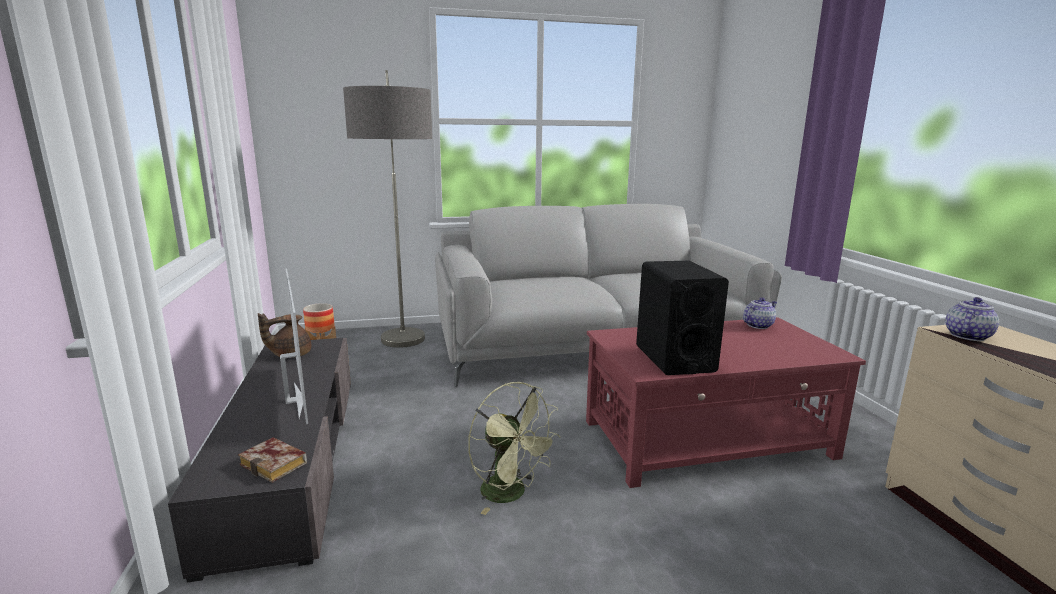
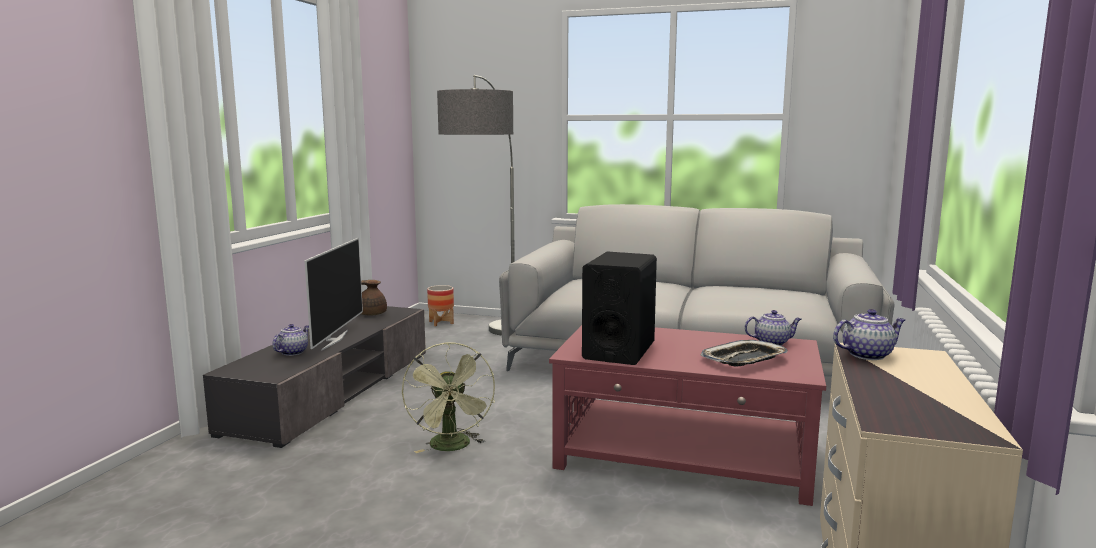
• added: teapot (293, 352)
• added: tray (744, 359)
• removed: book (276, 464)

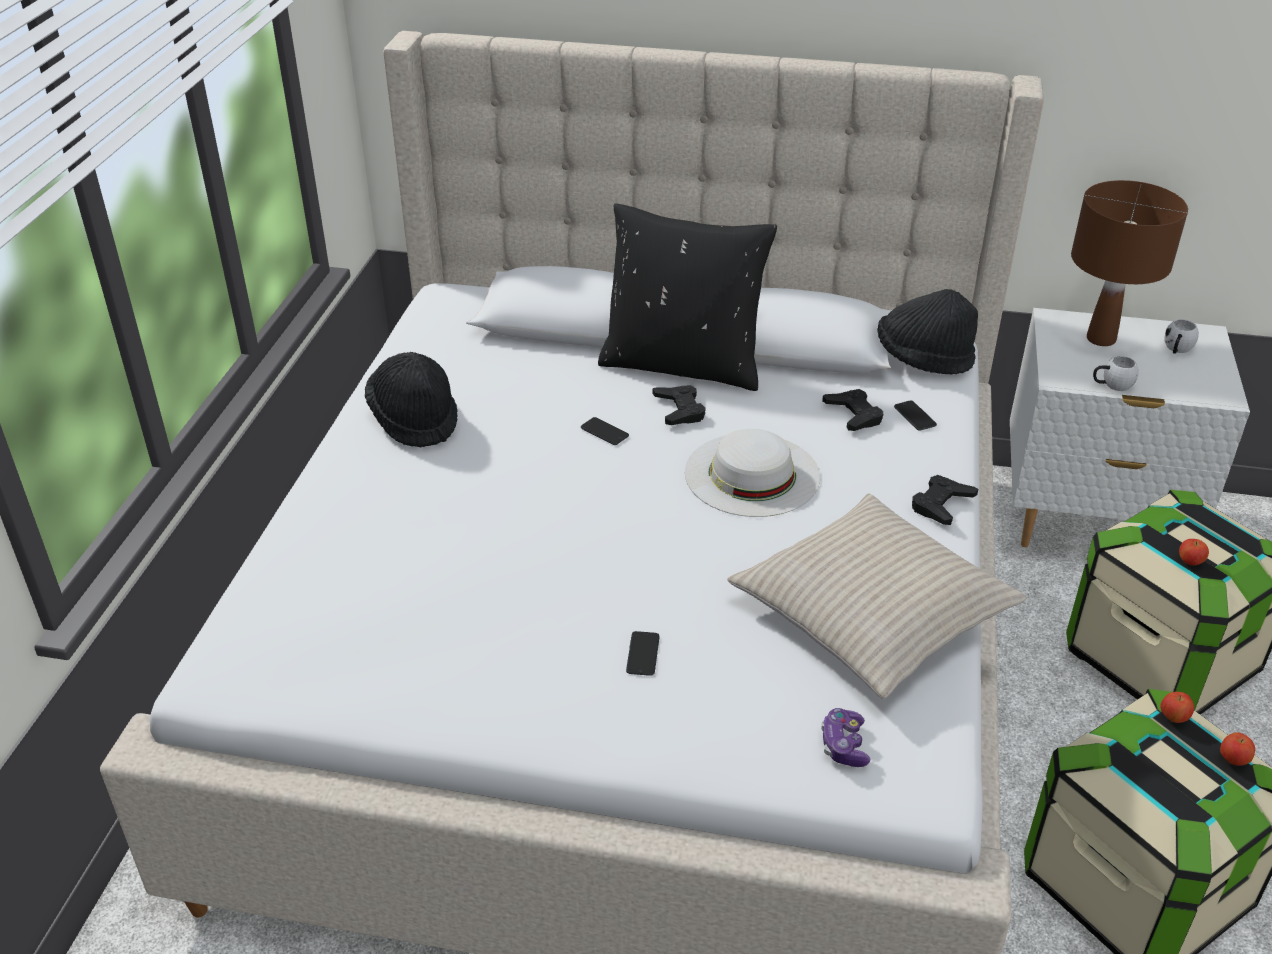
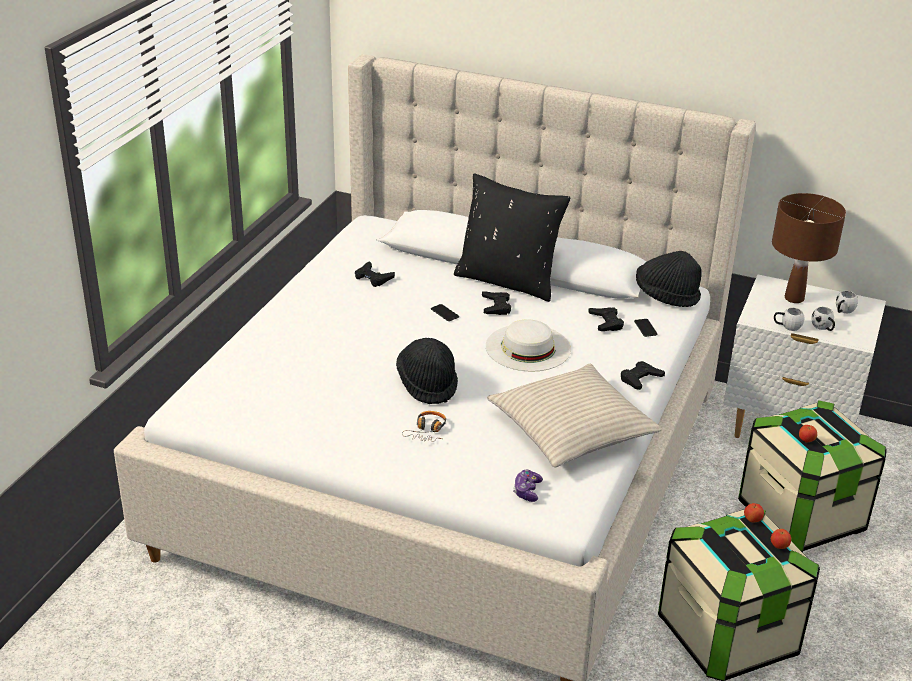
• added: game controller (black) (373, 278)
• moved: hat (black) (415, 419) to (427, 384)
• replaced: phone (643, 654) to headphones (427, 431)
• added: mug (white) (823, 328)

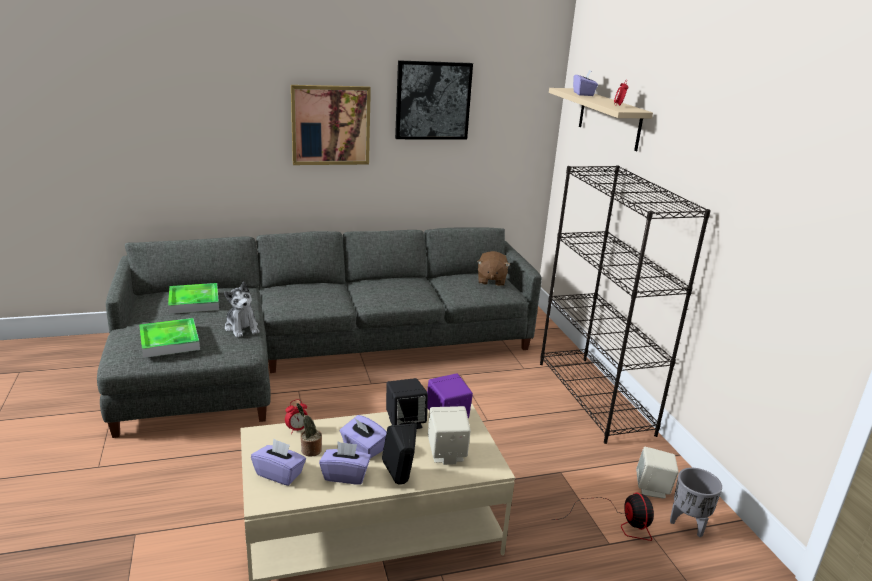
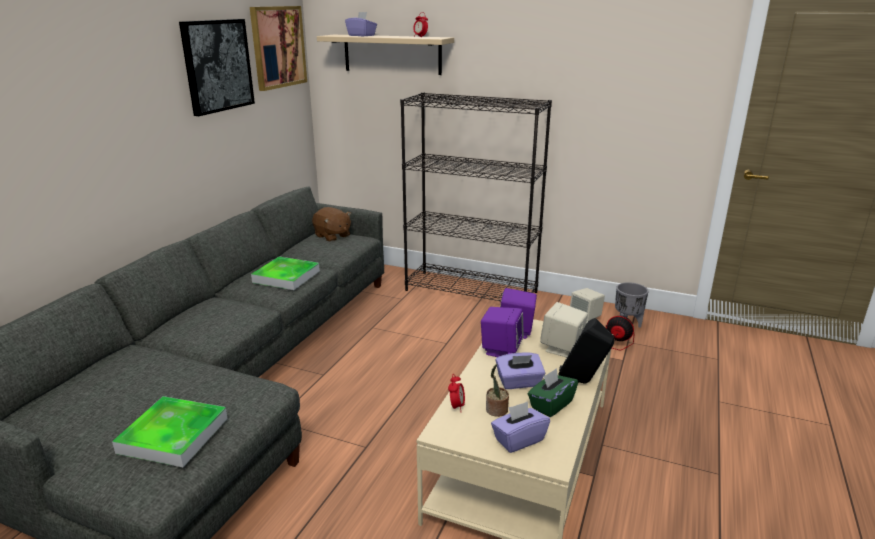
• moved: picture (330, 125) to (278, 47)
• moved: tray (194, 302) to (286, 277)
• recoloured: speaker (black) (405, 422) to speaker (purple) (501, 350)
• recoloured: tissue box (purple) (345, 475) to tissue box (green) (551, 404)
• removed: plush toy (242, 328)

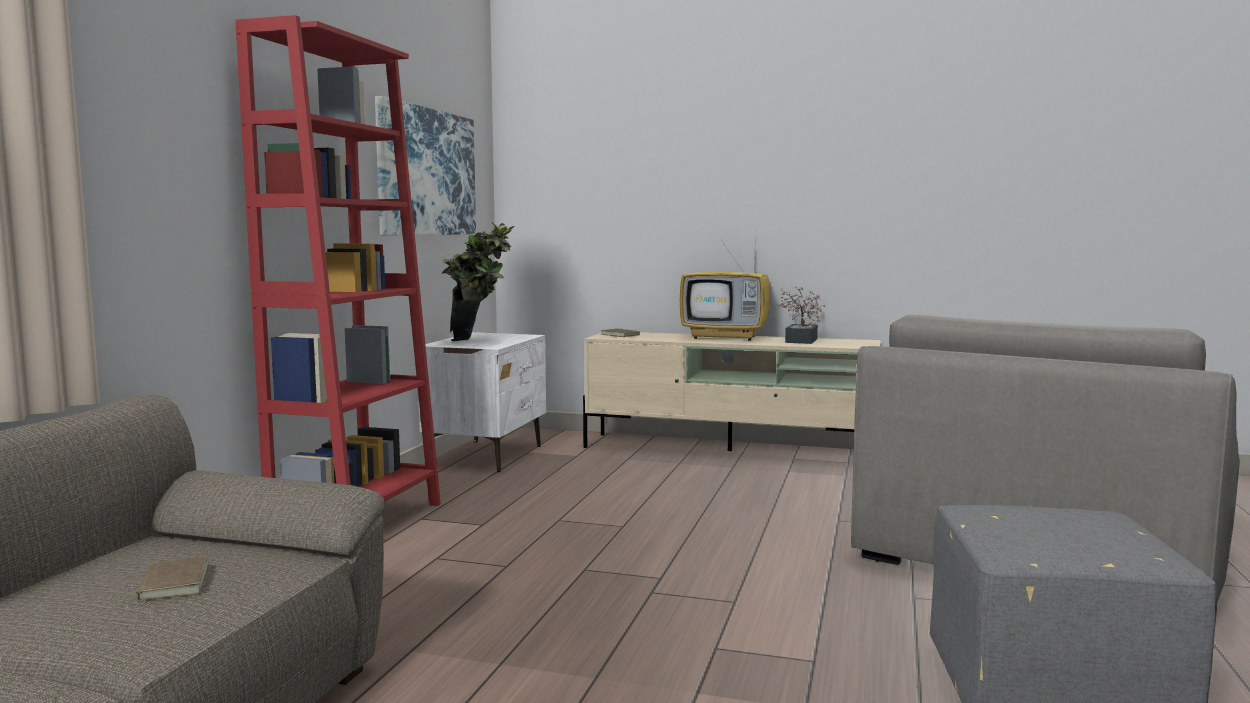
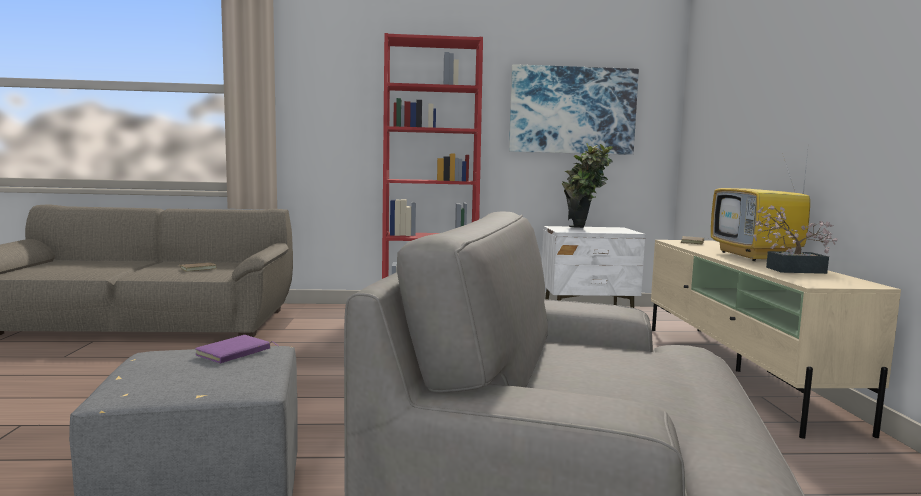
• added: book (purple) (235, 353)

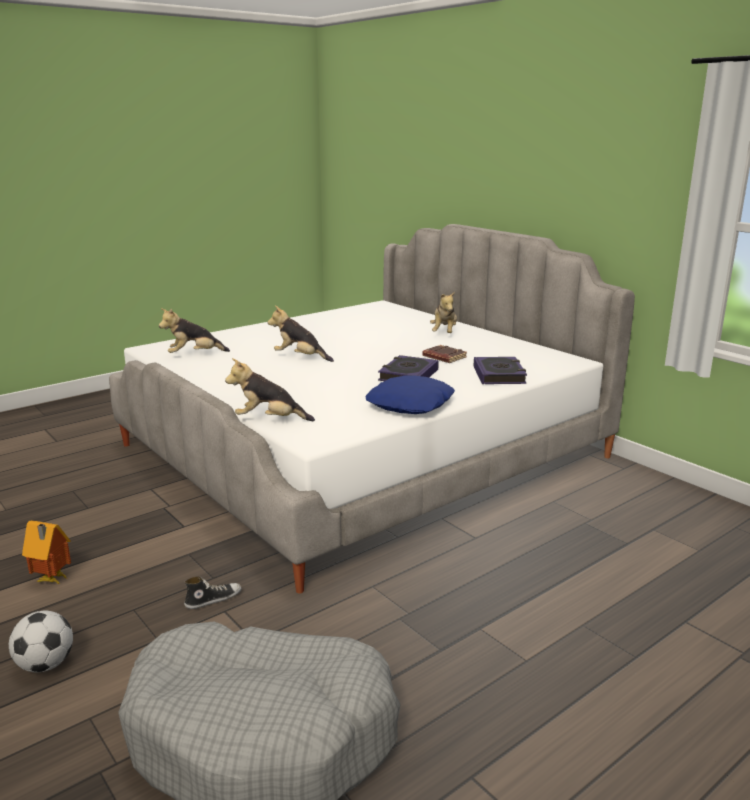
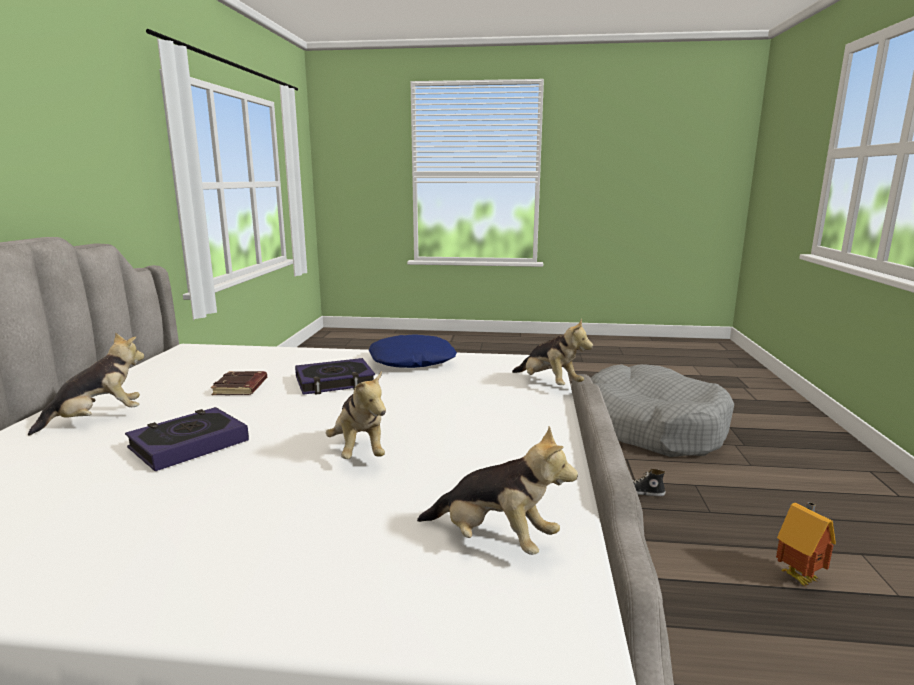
• moved: book (499, 375) to (189, 444)
• removed: football (45, 664)

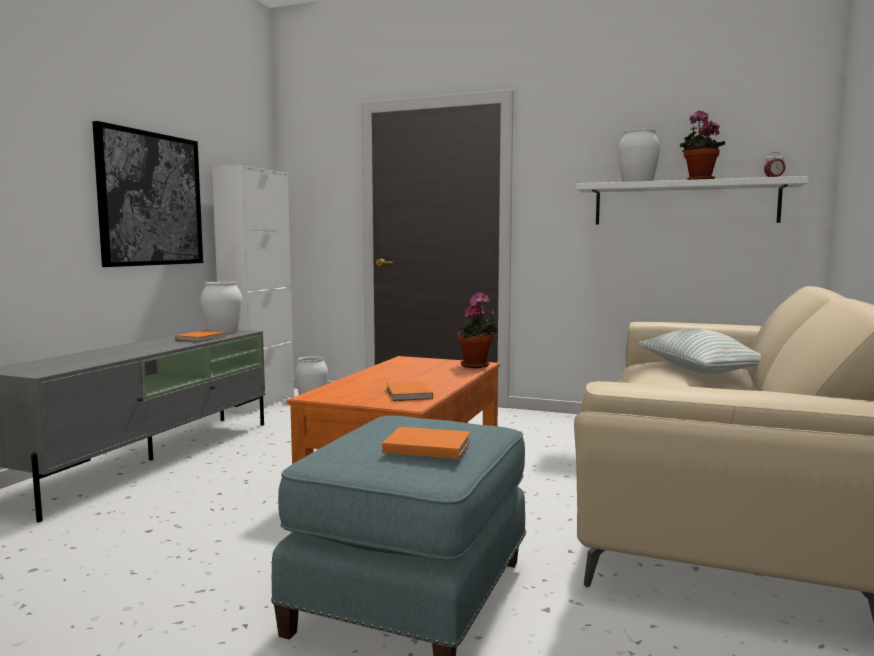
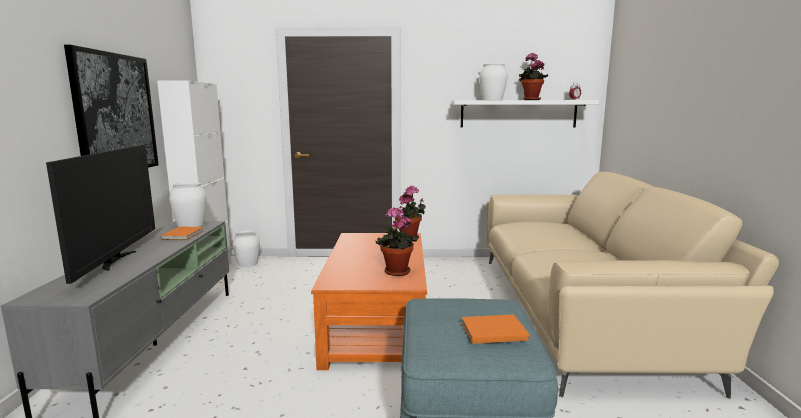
• added: television (116, 260)
• replaced: book (orange) (408, 394) to potted plant (396, 273)
• removed: pillow (699, 370)

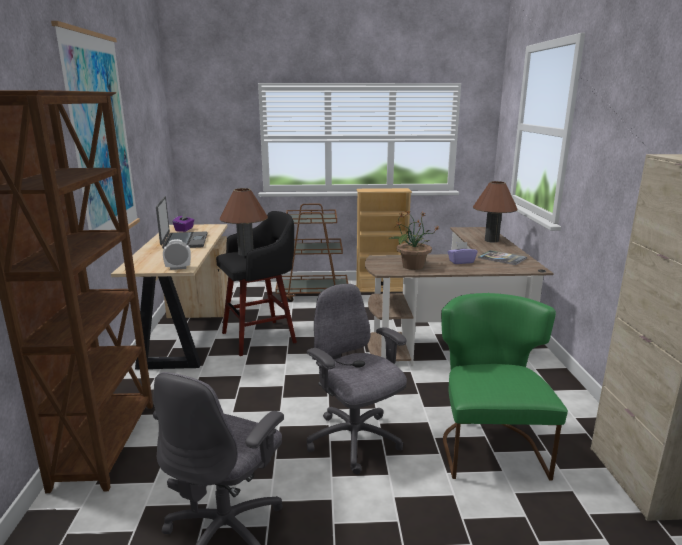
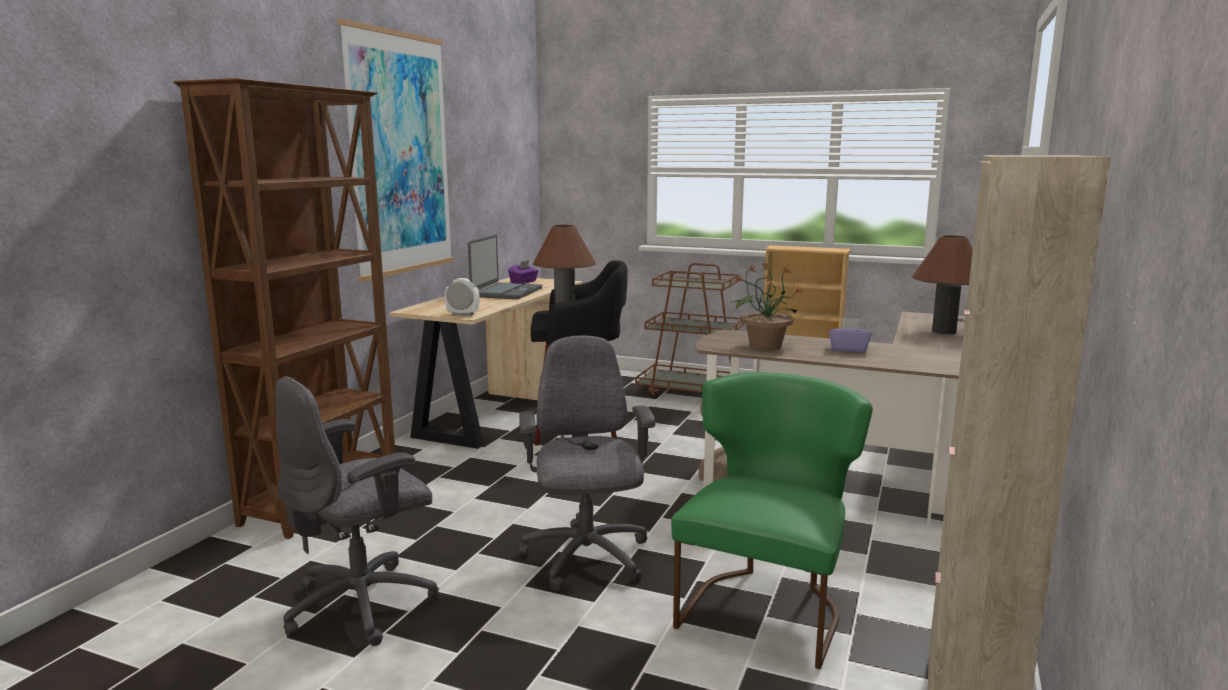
• removed: book (502, 258)

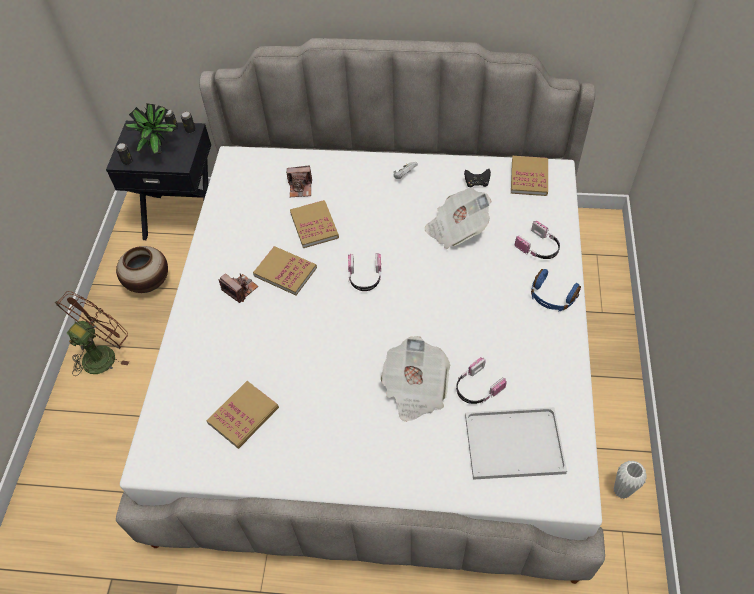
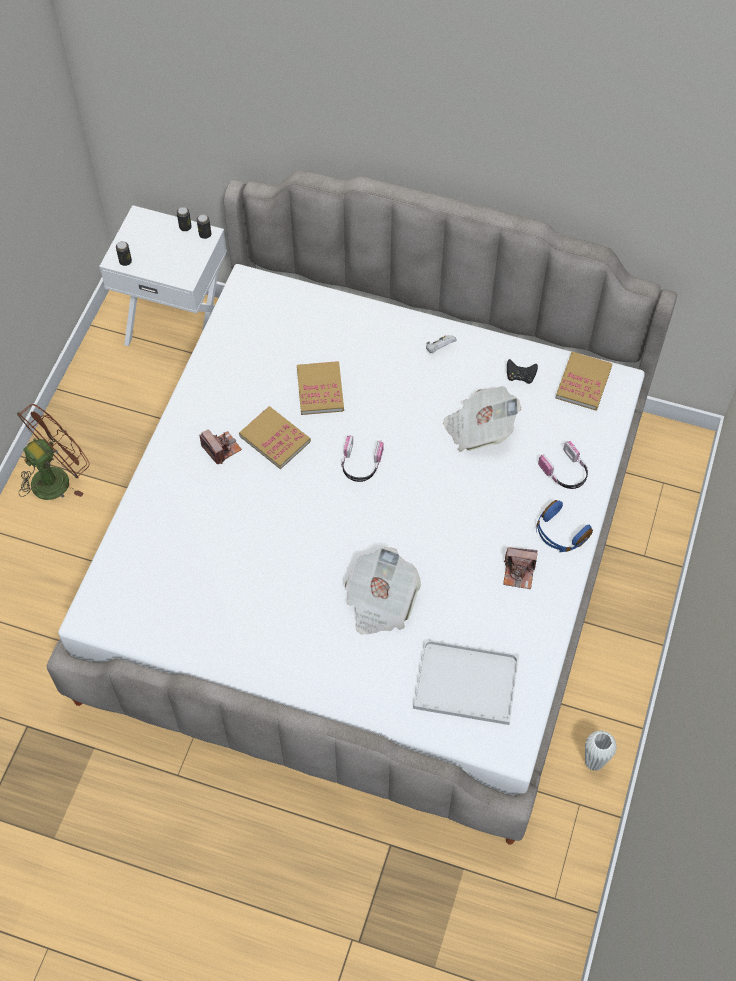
• recoloured: nightstand (black) (183, 216) to nightstand (white) (178, 324)
• moved: photo camera (300, 188) to (519, 573)
• removed: vase (149, 283)
• removed: potted plant (159, 150)
• removed: book (243, 415)
• removed: headphones (477, 388)

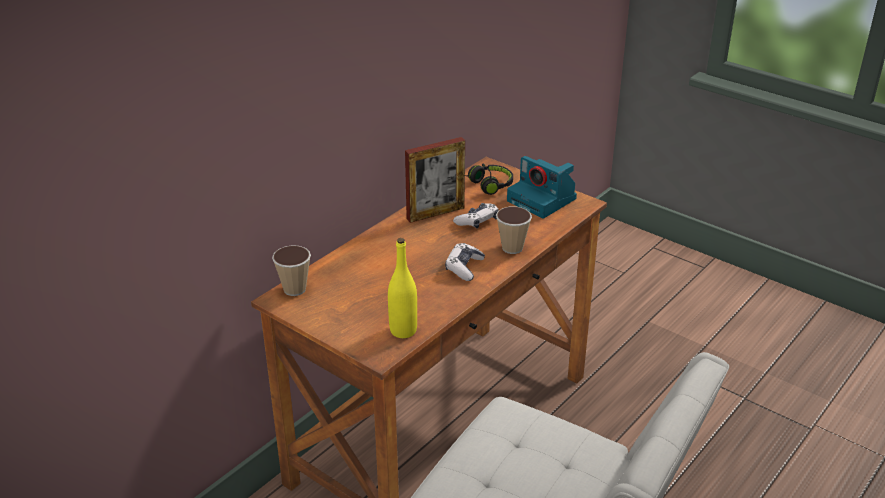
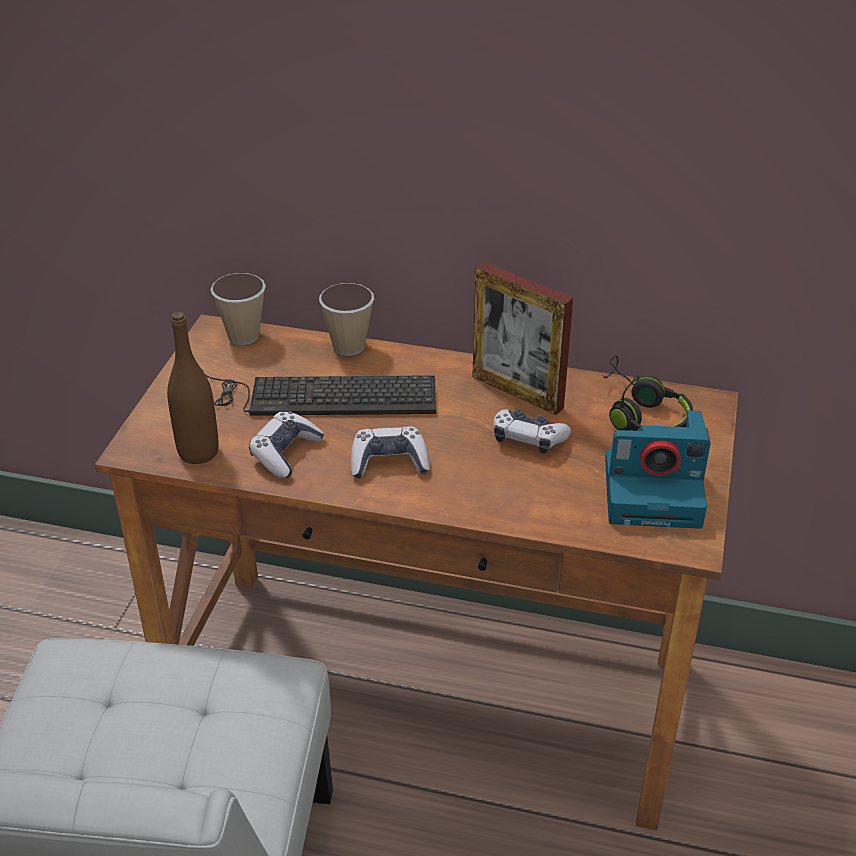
• recoloured: bottle (yellow) (403, 330) to bottle (brown) (198, 452)
• added: keyboard (320, 395)
• added: game controller (285, 453)
• moved: cup (512, 248) to (349, 346)
• turned: photo camera (543, 200) = (655, 491) 105 degrees counterclockwise

